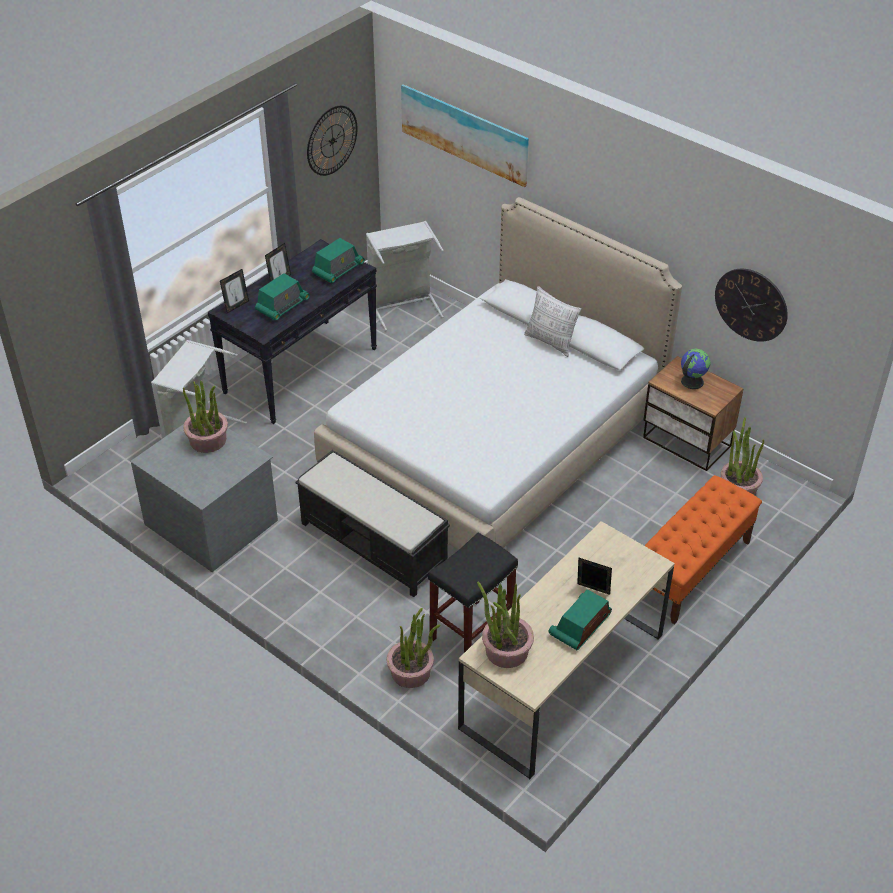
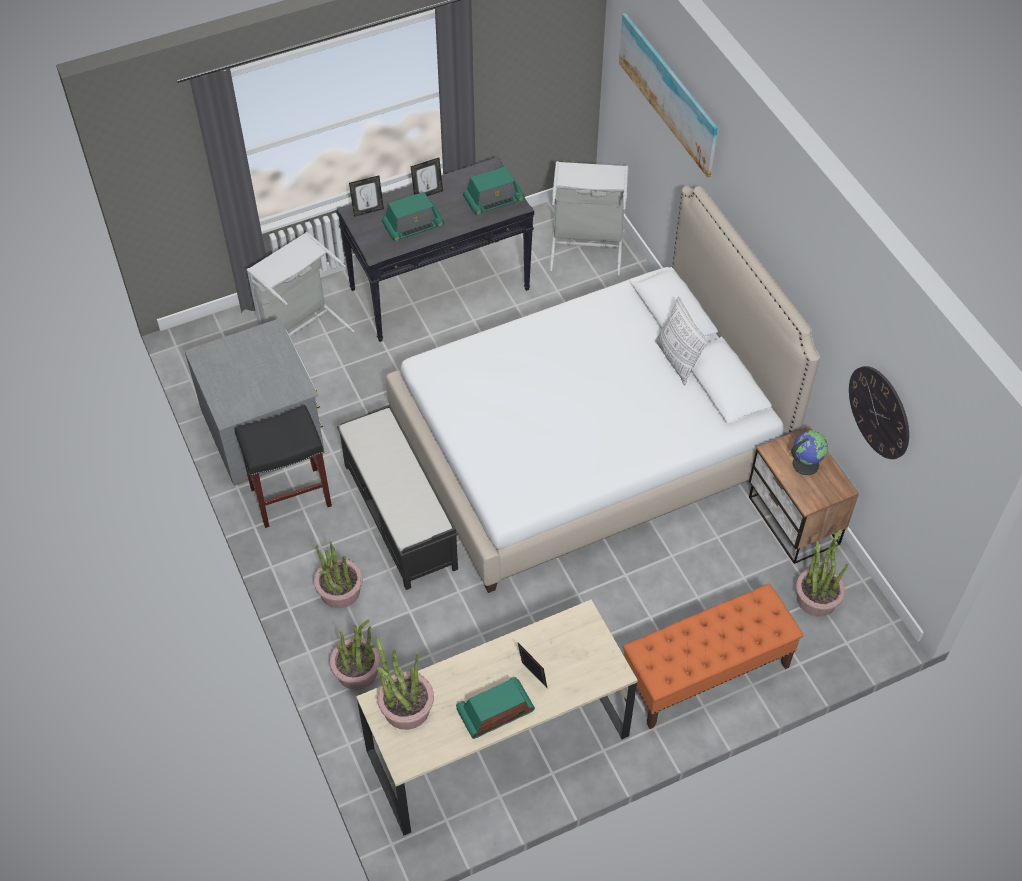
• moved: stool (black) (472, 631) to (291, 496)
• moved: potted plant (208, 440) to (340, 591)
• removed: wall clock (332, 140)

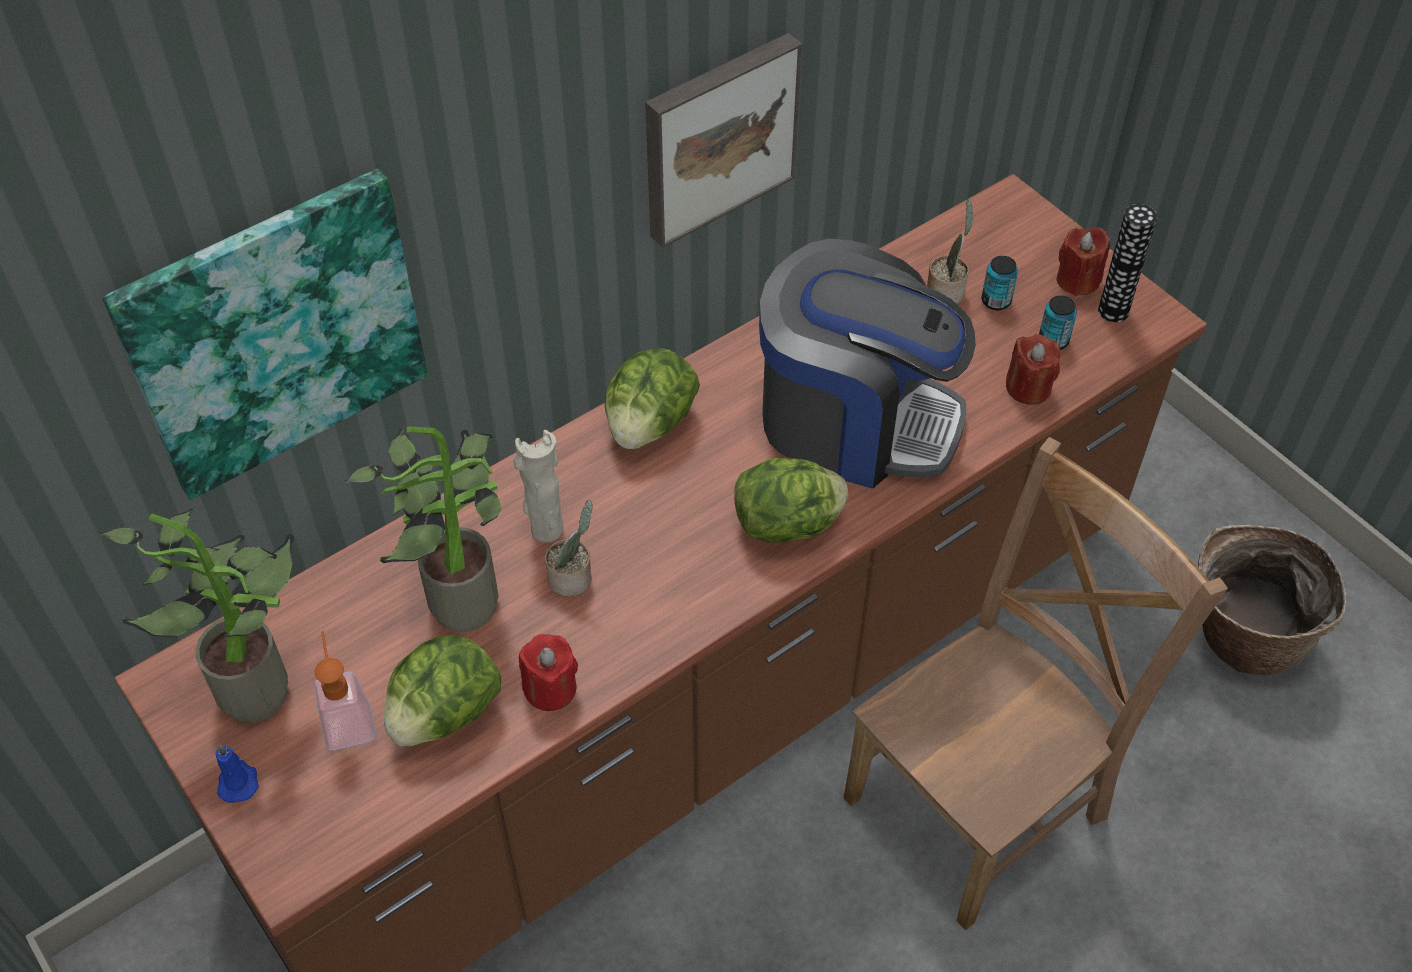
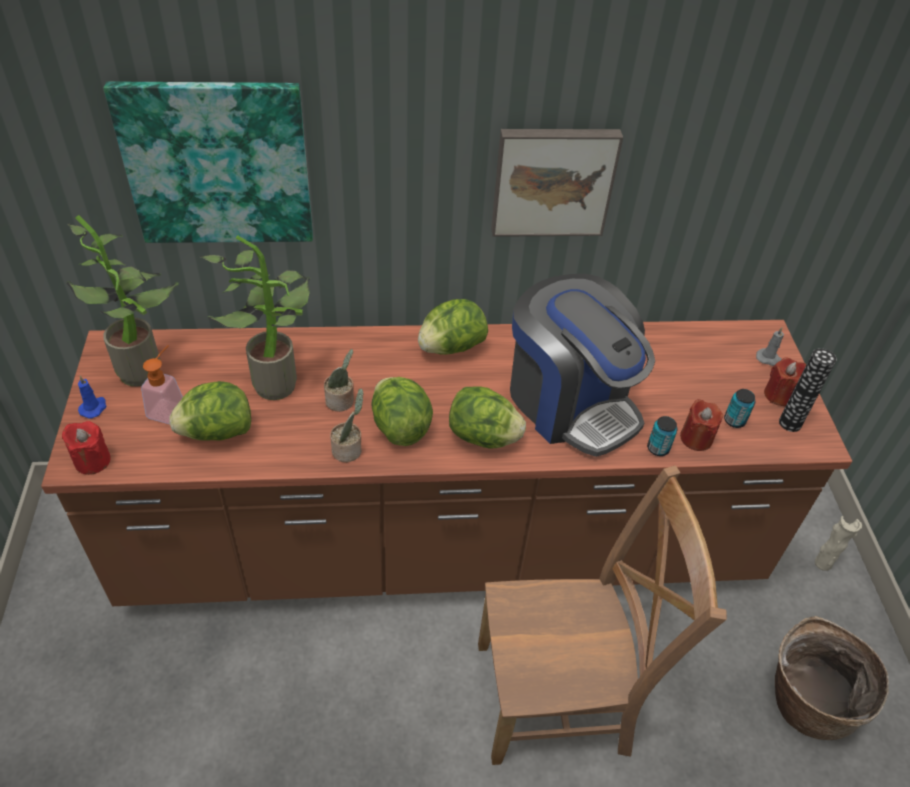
• moved: candle (red) (550, 688) to (92, 461)
• moved: potted plant (946, 291) to (349, 450)
• added: lettuce (399, 426)
• moved: can (996, 301) to (658, 448)
• added: candle (grey) (769, 359)
• moved: vase (beige) (546, 529) to (822, 563)

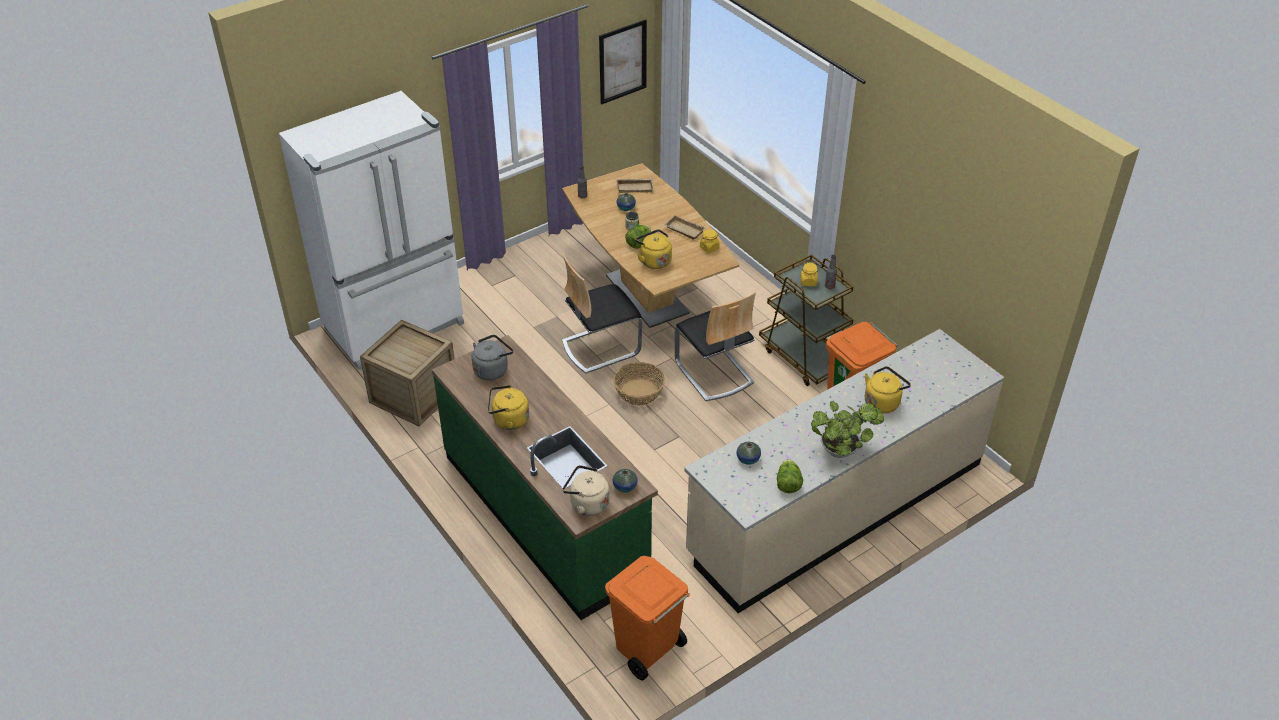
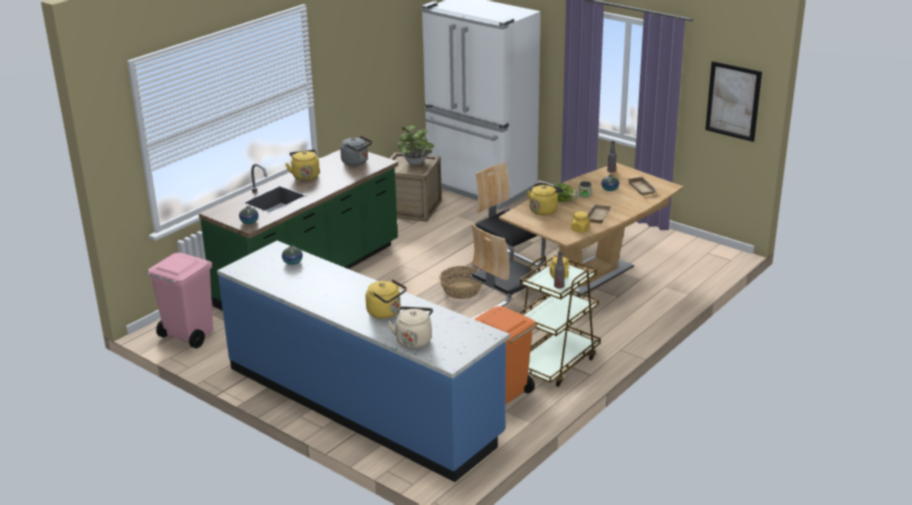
• recoloured: trash can (orange) (647, 650) to trash can (pink) (188, 335)
• recoloured: counter (beige) (836, 508) to counter (blue) (362, 402)
• moved: kettle (beige) (587, 504) to (413, 340)
• moved: potted plant (842, 450) to (416, 163)
• removed: lettuce (788, 484)

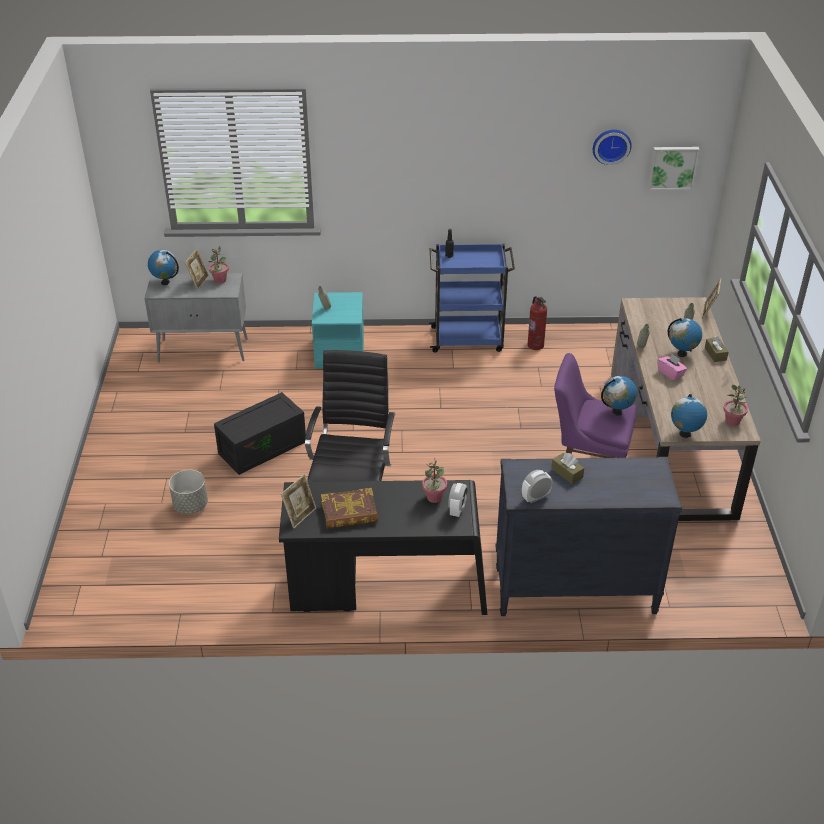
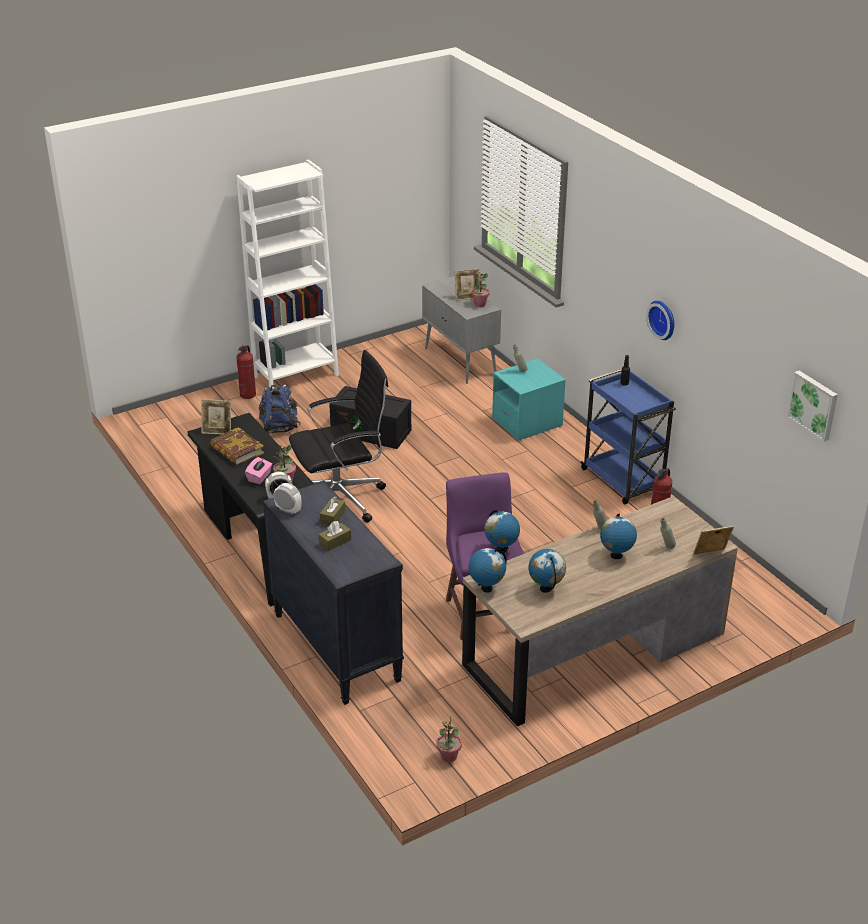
• added: bookcase (white) (296, 375)
• added: fire extinguisher (248, 395)
• moved: tissue box (pink) (670, 373) to (259, 477)
• replaced: planter (grey) (190, 506) to backpack (blue) (279, 427)
• moved: tissue box (brown) (715, 354) to (335, 542)
• moved: potted plant (732, 421) to (448, 756)
• moved: globe (165, 282) to (546, 589)
• moved: wall clock (611, 145) to (663, 319)

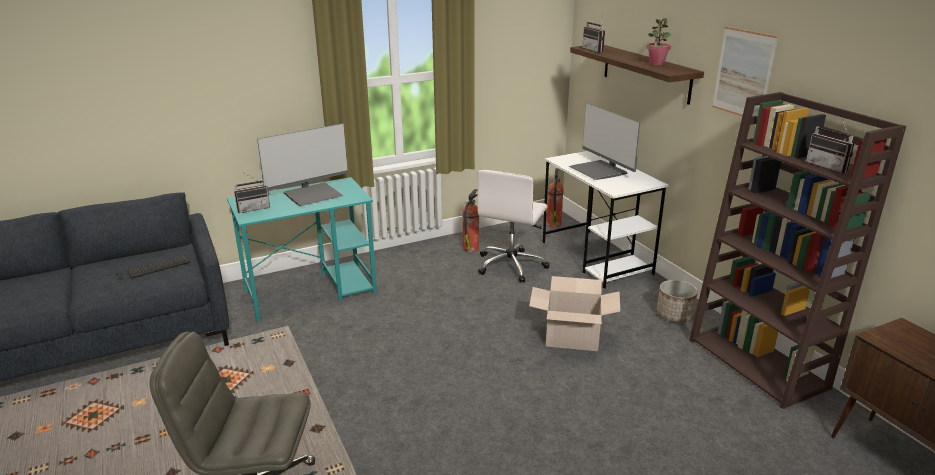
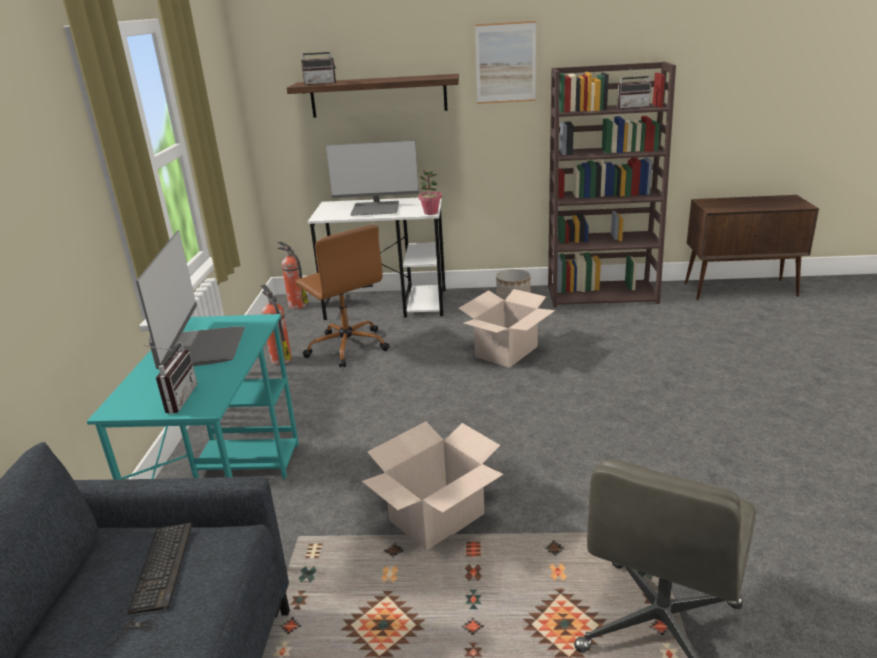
• recoloured: office chair (white) (511, 265) to office chair (brown) (347, 347)
• added: cardboard box (436, 517)
• moved: potted plant (656, 63) to (431, 213)

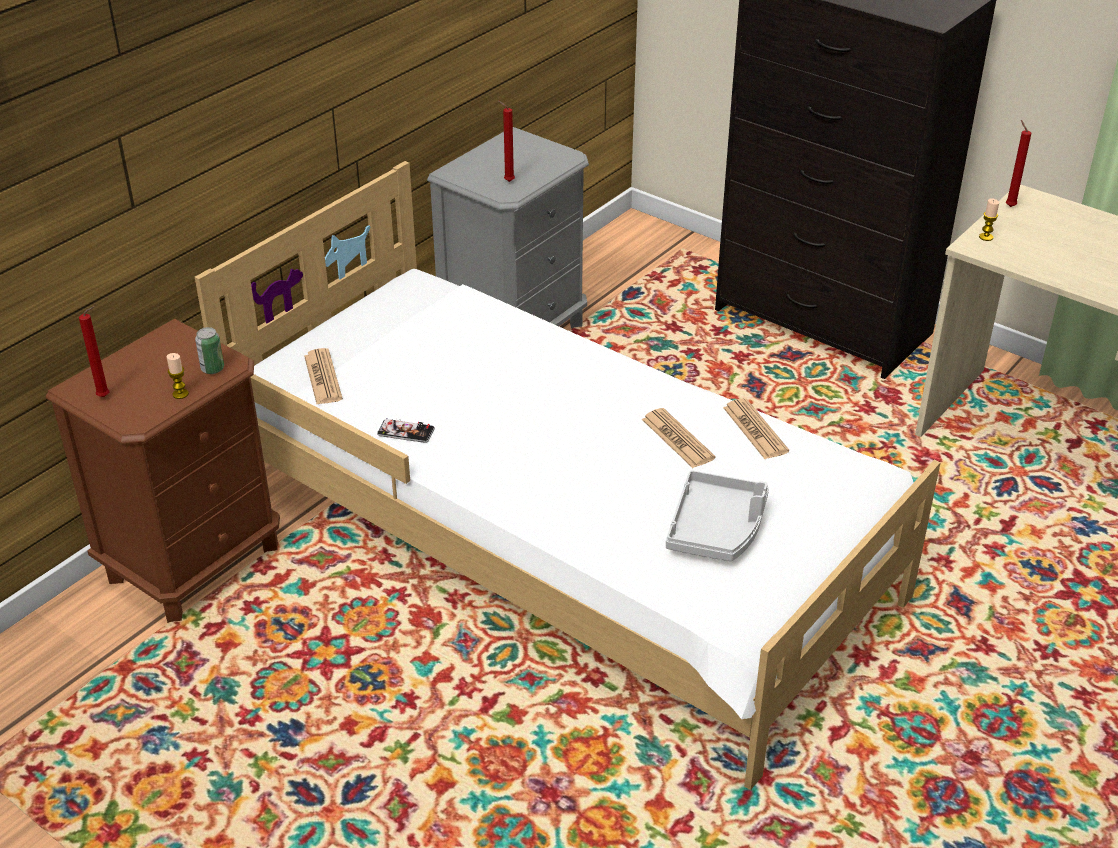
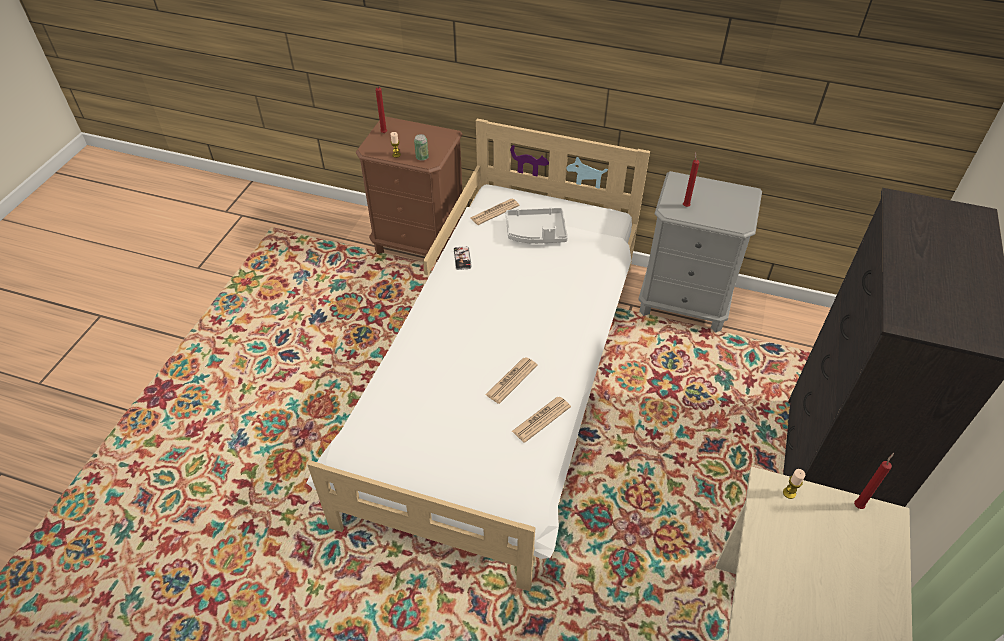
• moved: tray (grey) (717, 528) to (536, 233)

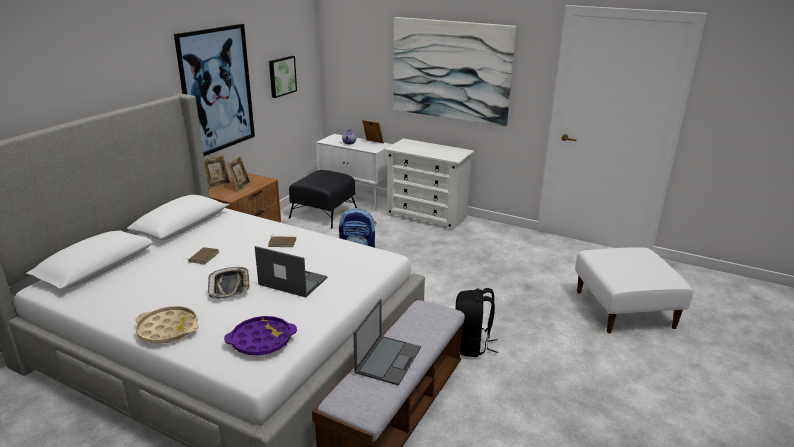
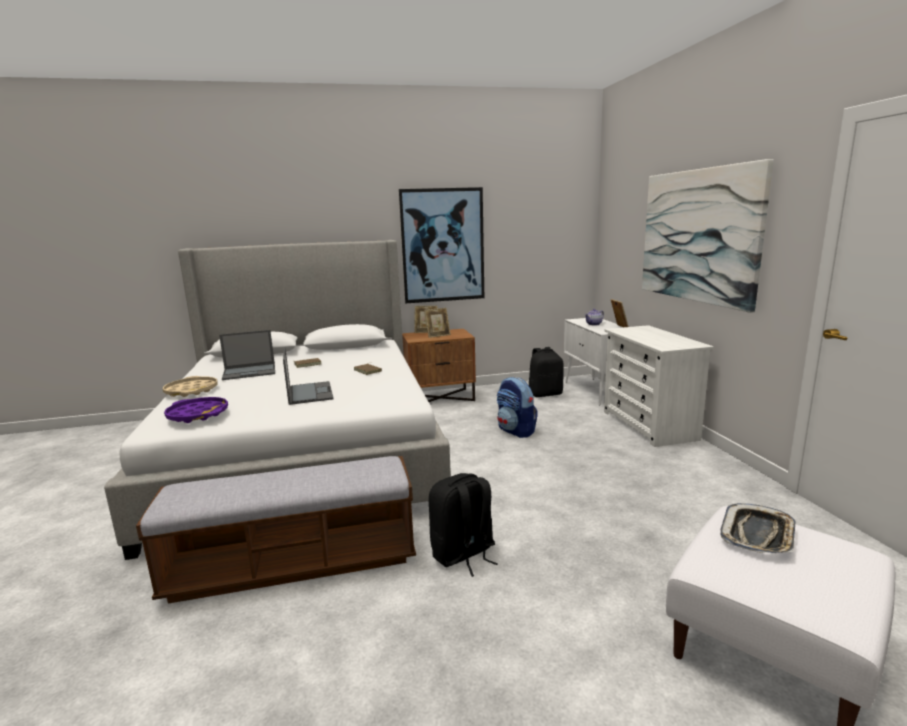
• moved: laptop (388, 359) to (250, 372)
• replaced: ottoman (black) (324, 213) to backpack (black) (545, 394)
• moved: tray (230, 286) to (758, 534)
• removed: picture (281, 76)

